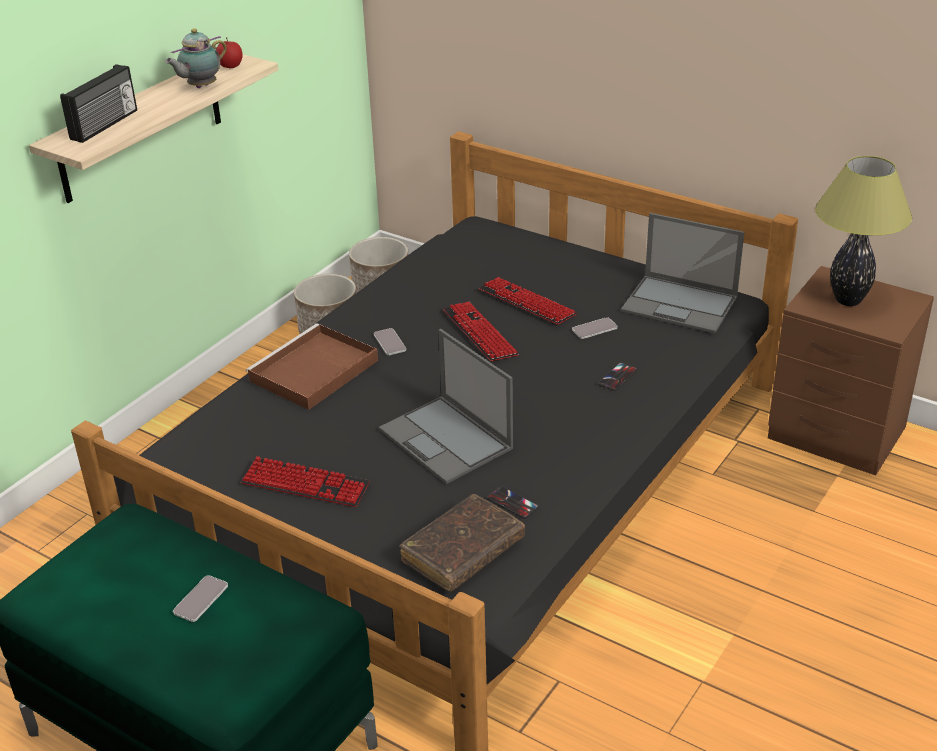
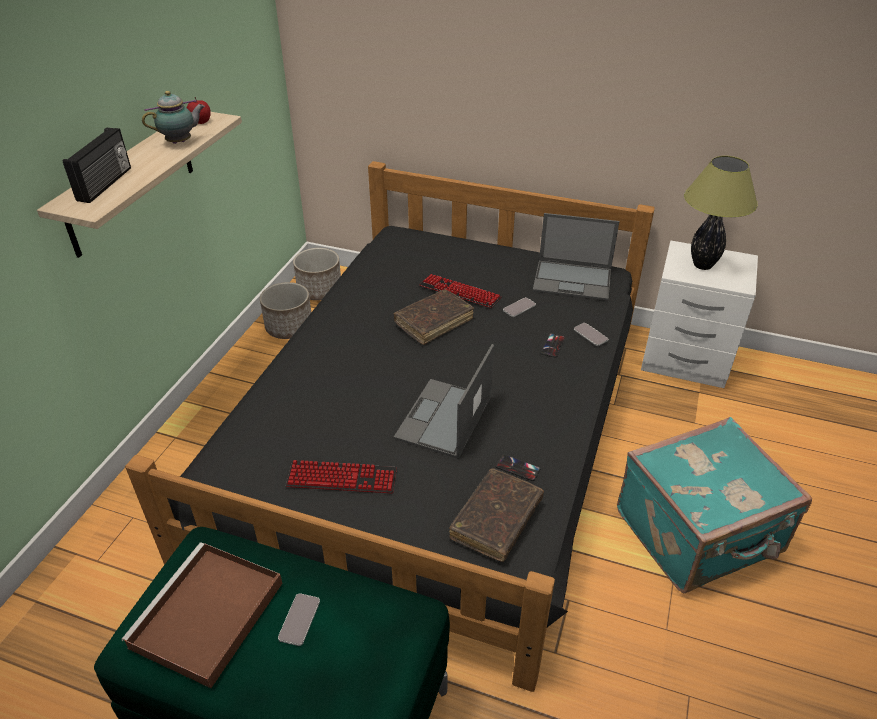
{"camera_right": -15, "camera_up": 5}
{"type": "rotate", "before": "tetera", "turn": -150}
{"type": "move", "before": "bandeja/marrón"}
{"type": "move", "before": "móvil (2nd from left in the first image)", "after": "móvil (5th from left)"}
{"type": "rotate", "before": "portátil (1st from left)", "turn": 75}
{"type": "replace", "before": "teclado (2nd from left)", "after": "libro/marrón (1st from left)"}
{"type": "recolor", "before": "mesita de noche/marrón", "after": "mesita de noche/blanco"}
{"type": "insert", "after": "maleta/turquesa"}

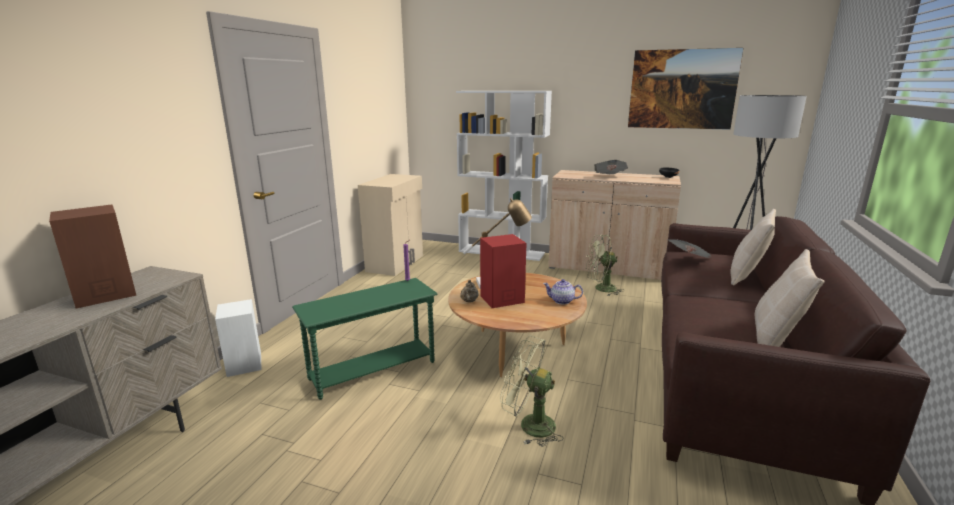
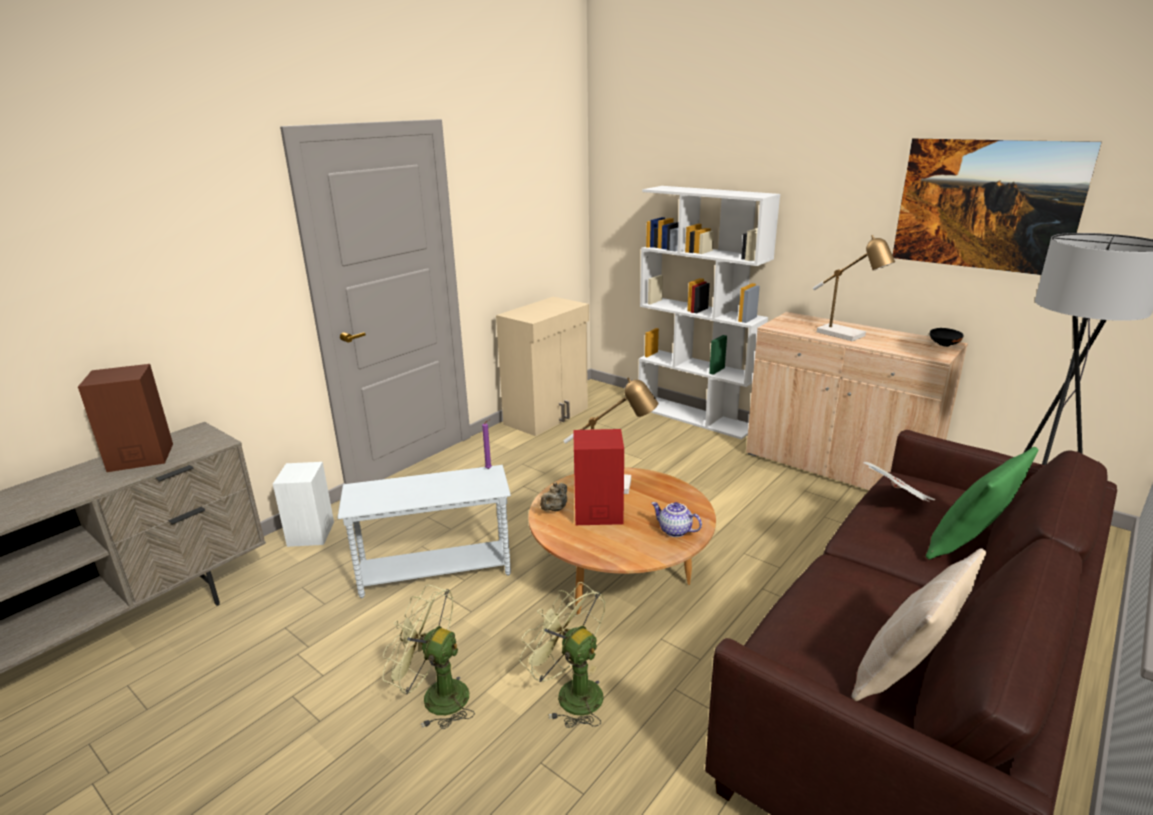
{"camera_right": 20, "camera_up": 5}
{"type": "recolor", "before": "mesa auxiliar/verde", "after": "mesa auxiliar/blanco"}
{"type": "move", "before": "ventilador/verde (2nd from left in the first image)", "after": "ventilador/verde (1st from left)"}
{"type": "replace", "before": "periódico (1st from left)", "after": "lámpara de mesa (2nd from left)"}
{"type": "recolor", "before": "cojín/beis (1st from left)", "after": "cojín/verde"}

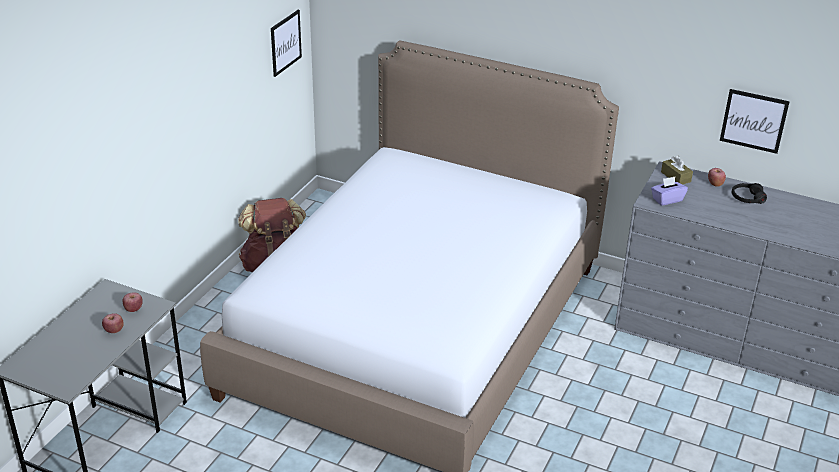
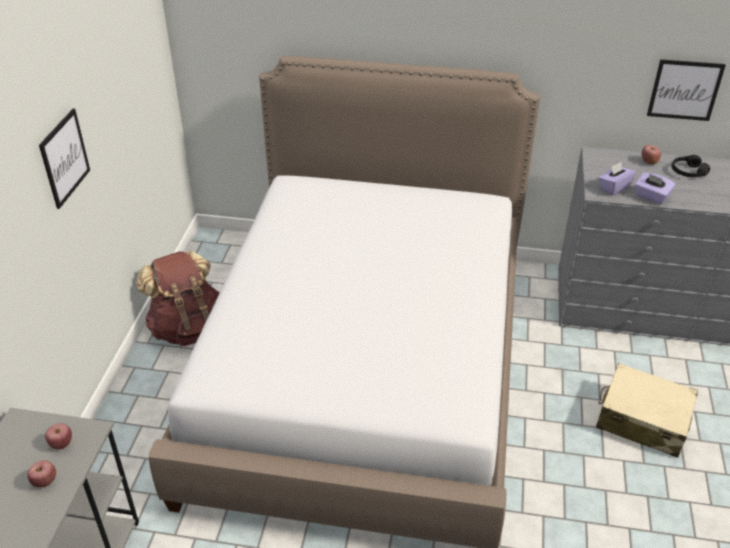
{"camera_right": -15, "camera_up": 5}
{"type": "move", "before": "cuadro (1st from left)"}
{"type": "delete", "before": "caja de pañuelos/marrón"}
{"type": "insert", "after": "maleta/beis"}
{"type": "insert", "after": "caja de pañuelos/morado (2nd from left)"}

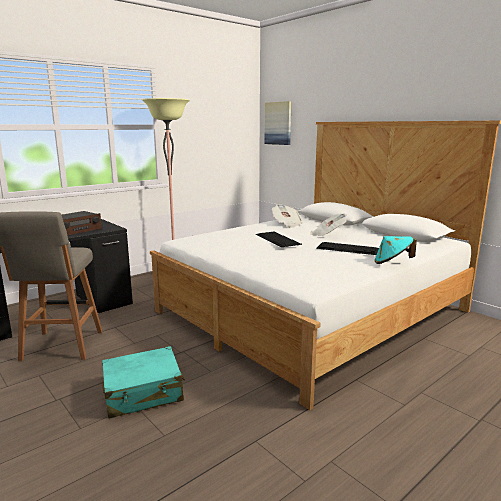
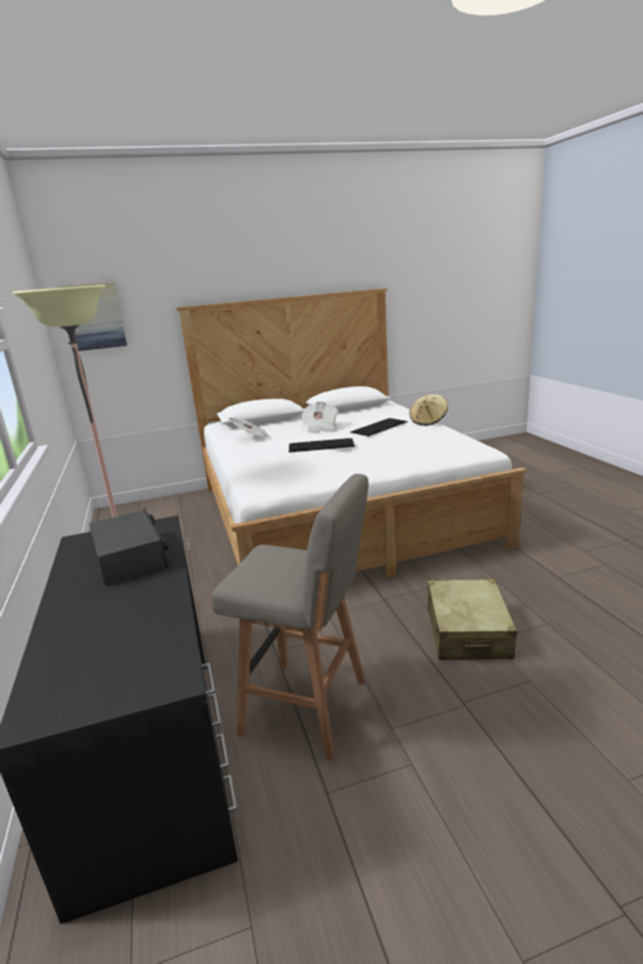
{"camera_right": -65, "camera_up": 5}
{"type": "recolor", "before": "maleta/turquesa", "after": "maleta/beis"}
{"type": "recolor", "before": "sombrero/turquesa", "after": "sombrero/beis"}

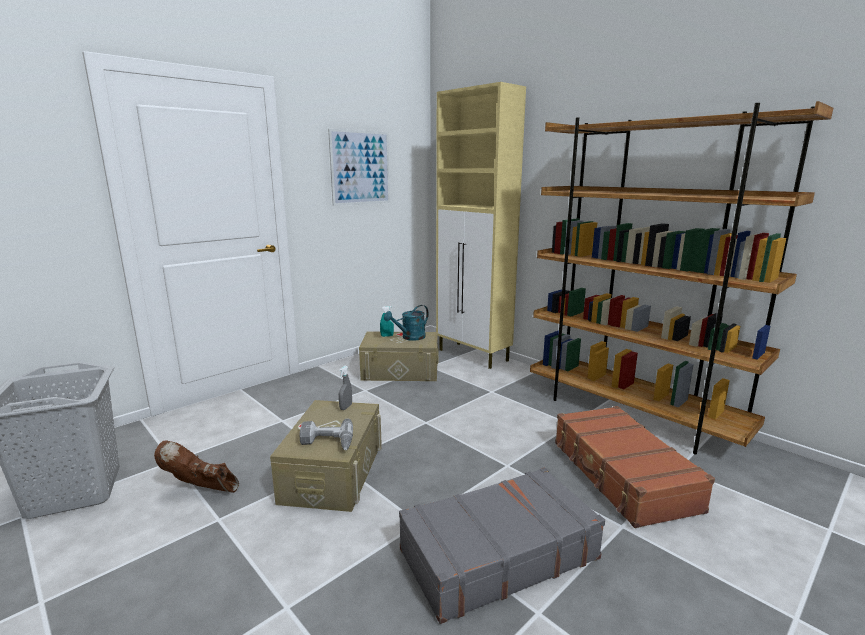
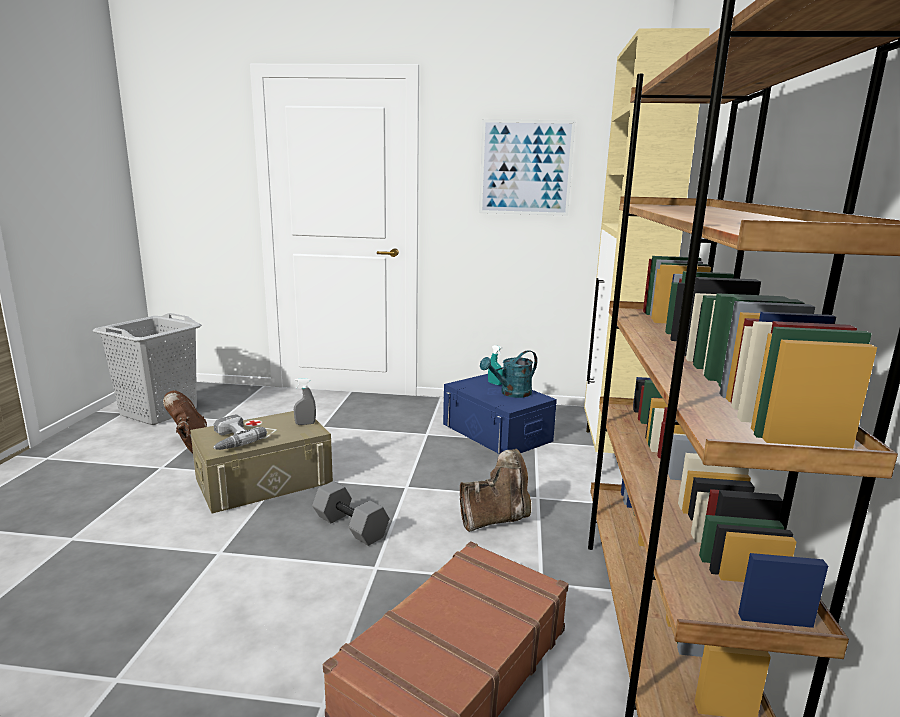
{"camera_right": 50, "camera_up": 0}
{"type": "recolor", "before": "caja de almacenaje/beis (2nd from left)", "after": "caja de almacenaje/azul"}
{"type": "rotate", "before": "regadera/turquesa", "turn": -45}
{"type": "delete", "before": "maleta/gris"}
{"type": "insert", "after": "mancuerna/gris"}
{"type": "insert", "after": "bota/marrón (2nd from left)"}

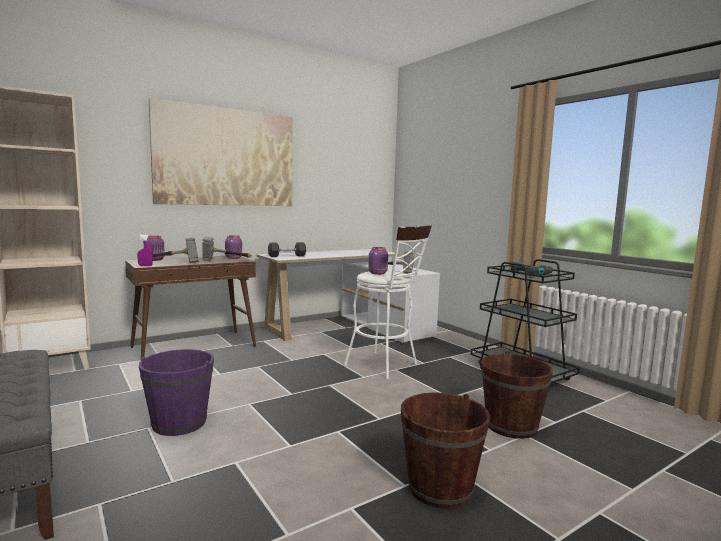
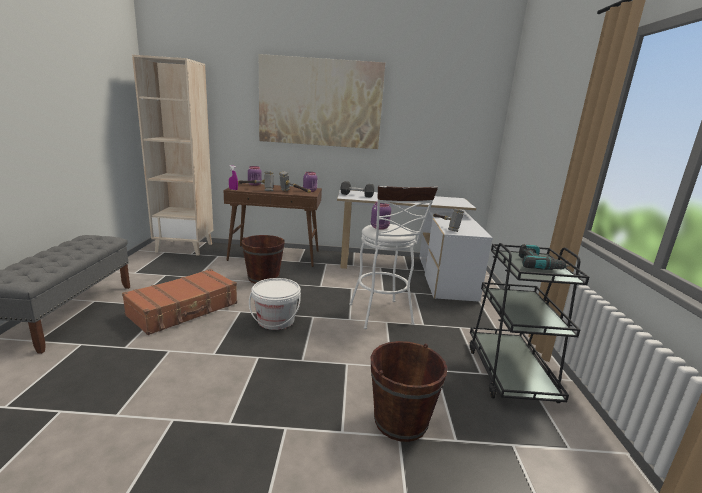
{"camera_right": 35, "camera_up": 10}
{"type": "replace", "before": "cubo/morado", "after": "maleta/marrón"}
{"type": "move", "before": "cubo/marrón (1st from left)"}
{"type": "insert", "after": "cubo/blanco"}

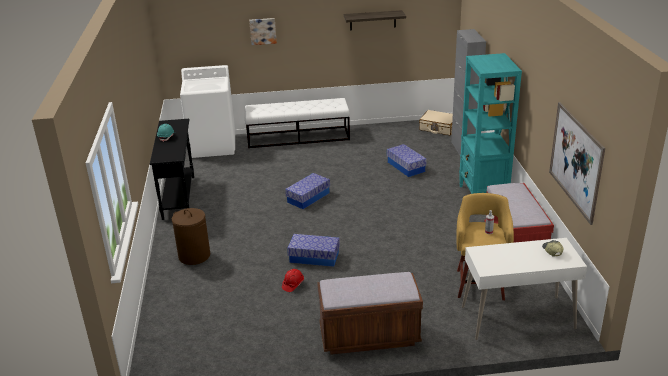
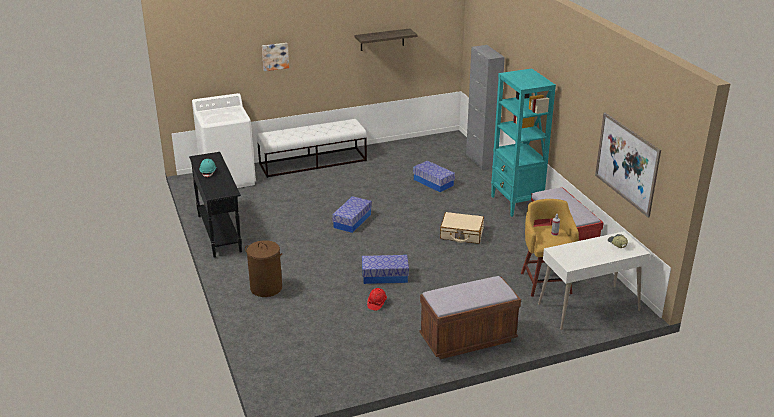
{"camera_right": -15, "camera_up": 0}
{"type": "move", "before": "maleta/beis"}

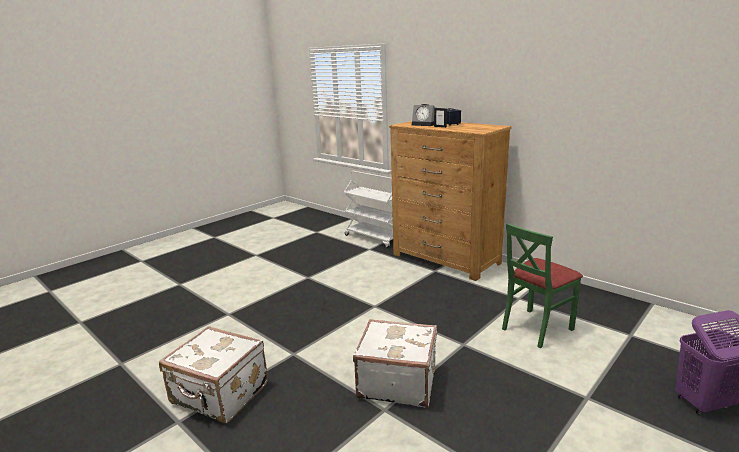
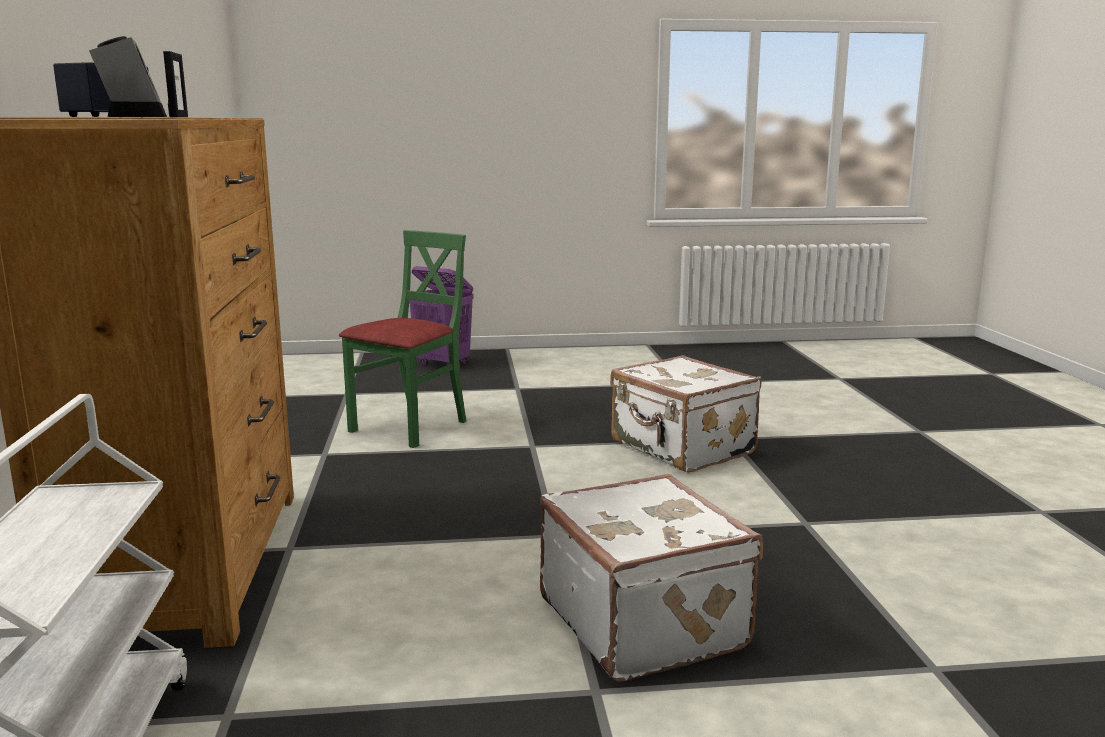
{"camera_right": -140, "camera_up": -5}
{"type": "move", "before": "maleta/blanco (1st from left)"}
{"type": "rotate", "before": "silla/verde", "turn": -60}

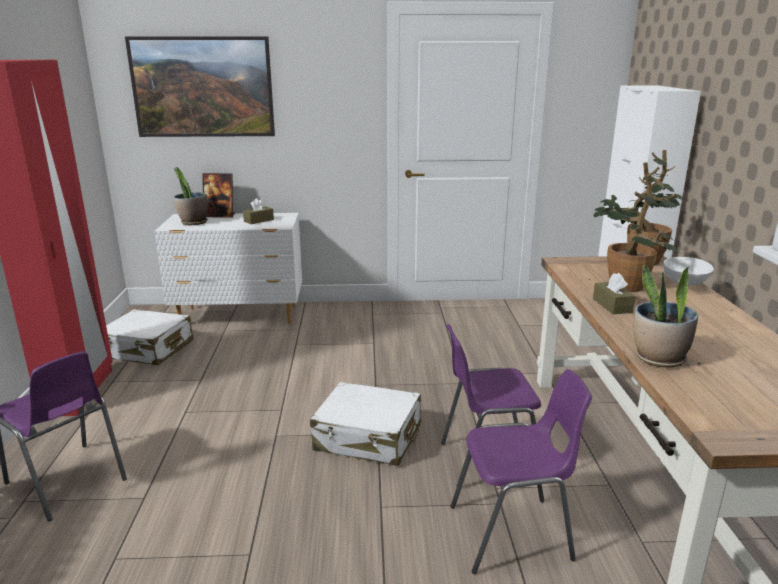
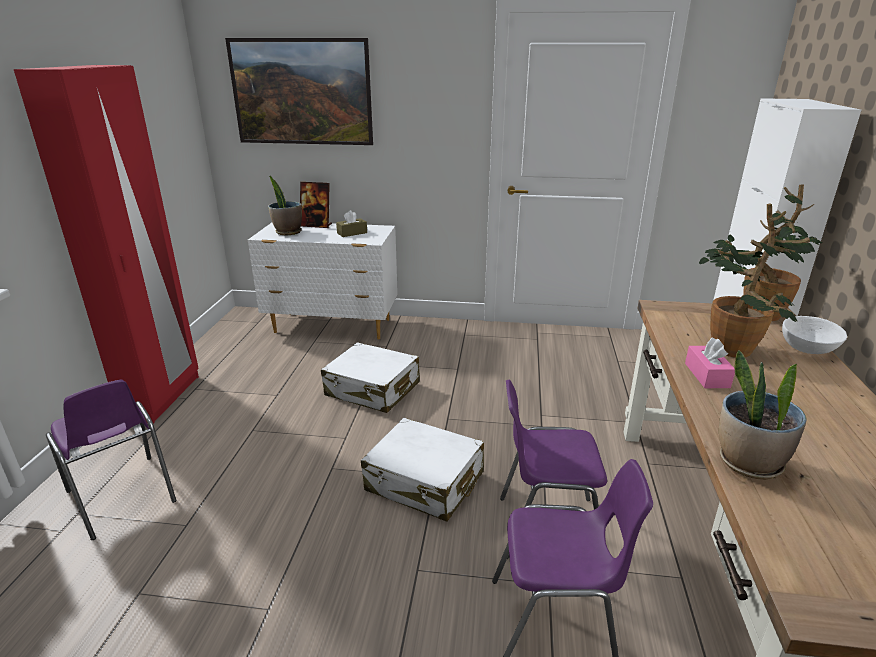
{"camera_right": 10, "camera_up": 5}
{"type": "move", "before": "maleta/blanco (1st from left)"}
{"type": "recolor", "before": "caja de pañuelos/marrón (2nd from left)", "after": "caja de pañuelos/rosa"}

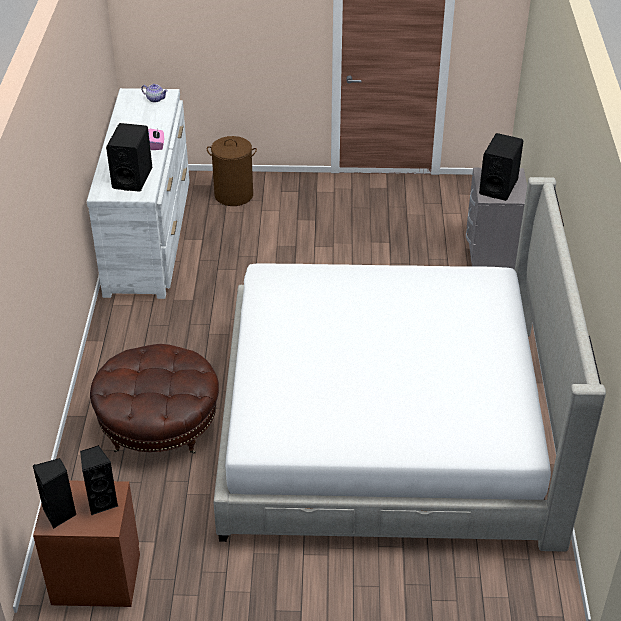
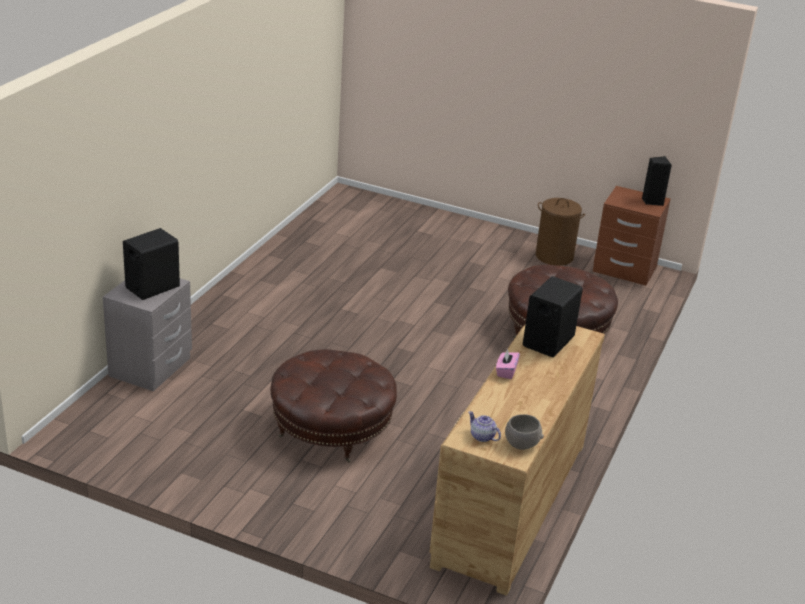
{"camera_right": -160, "camera_up": -10}
{"type": "delete", "before": "altavoz/negro (2nd from left)"}
{"type": "recolor", "before": "cómoda/blanco", "after": "cómoda/marrón"}
{"type": "move", "before": "cesto de la ropa/marrón"}
{"type": "delete", "before": "cama"}
{"type": "insert", "after": "puf/marrón (1st from left)"}
{"type": "insert", "after": "cuenco/gris"}

